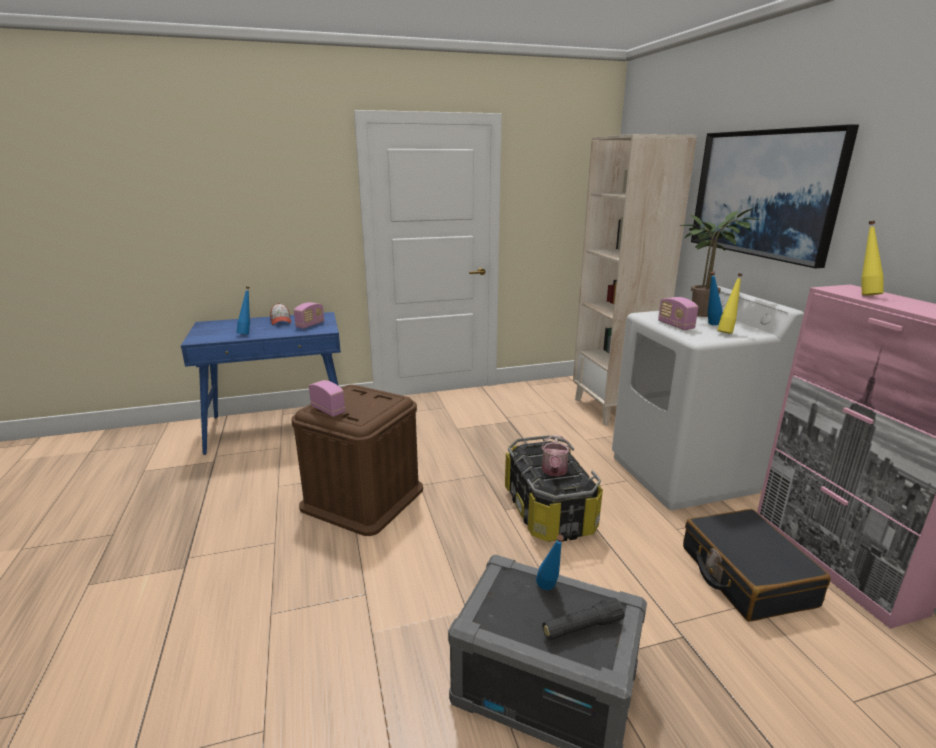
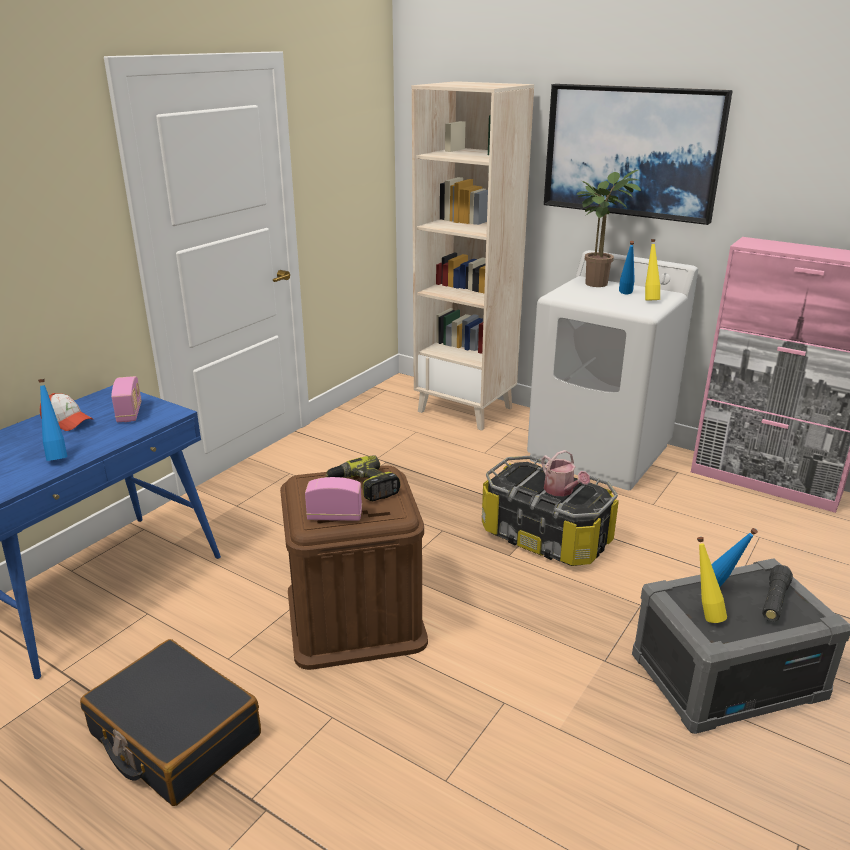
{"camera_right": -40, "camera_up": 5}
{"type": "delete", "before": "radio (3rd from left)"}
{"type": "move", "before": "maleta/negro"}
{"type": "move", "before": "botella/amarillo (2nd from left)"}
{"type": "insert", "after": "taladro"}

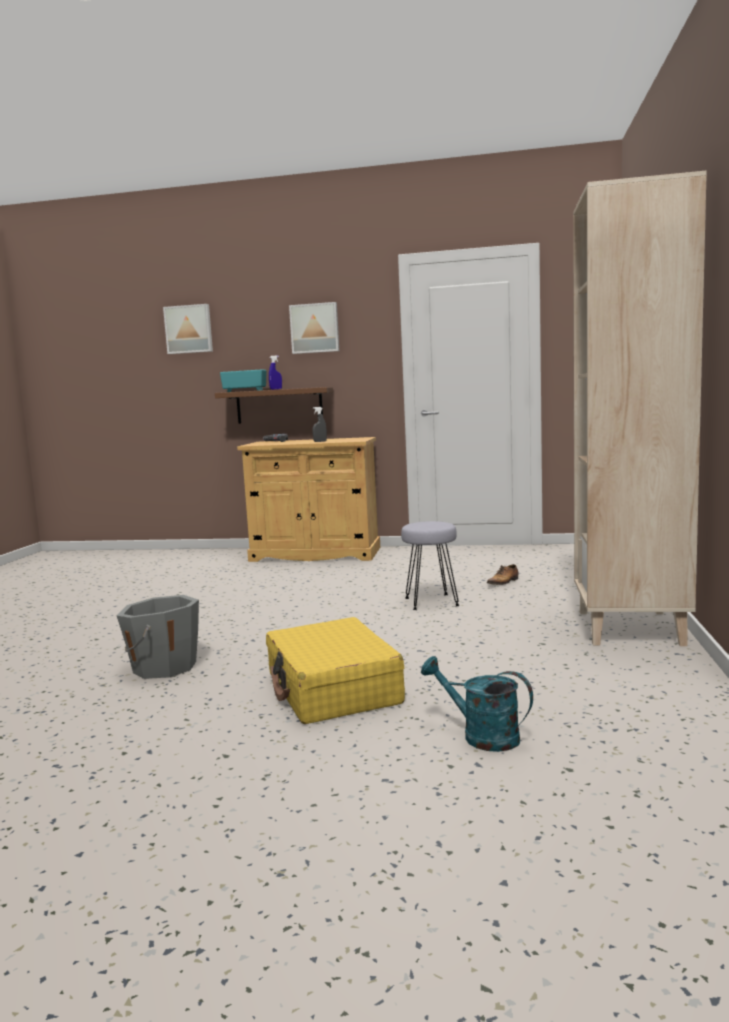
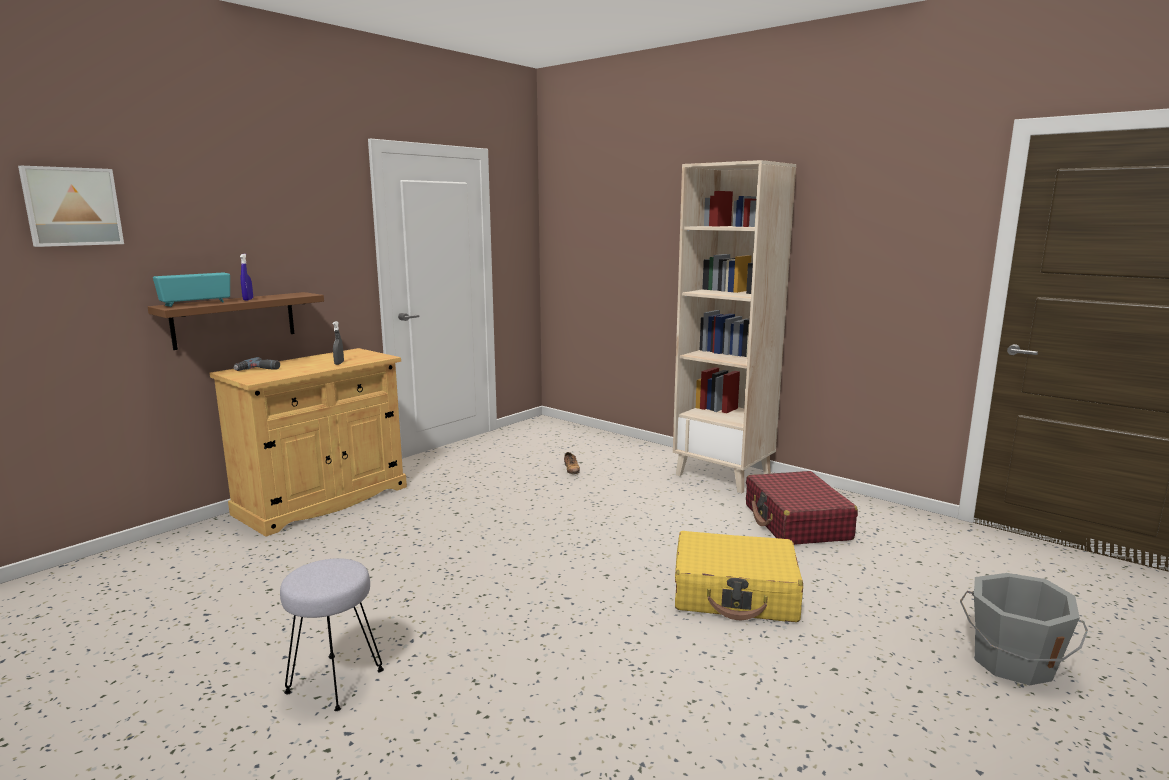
{"camera_right": -60, "camera_up": 5}
{"type": "move", "before": "cubo/gris"}
{"type": "delete", "before": "cuadro (2nd from left)"}
{"type": "move", "before": "taburete/gris"}
{"type": "delete", "before": "regadera/turquesa"}
{"type": "insert", "after": "maleta/rojo"}

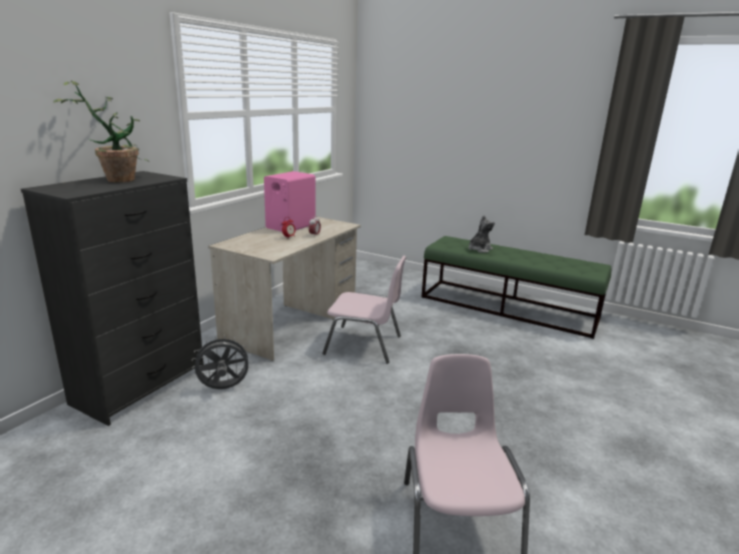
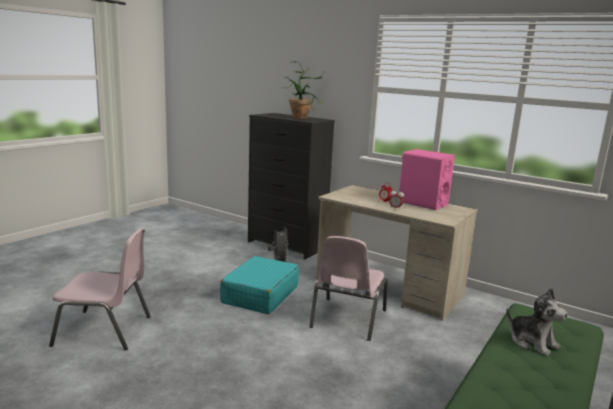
{"camera_right": 95, "camera_up": -5}
{"type": "insert", "after": "maleta/turquesa"}

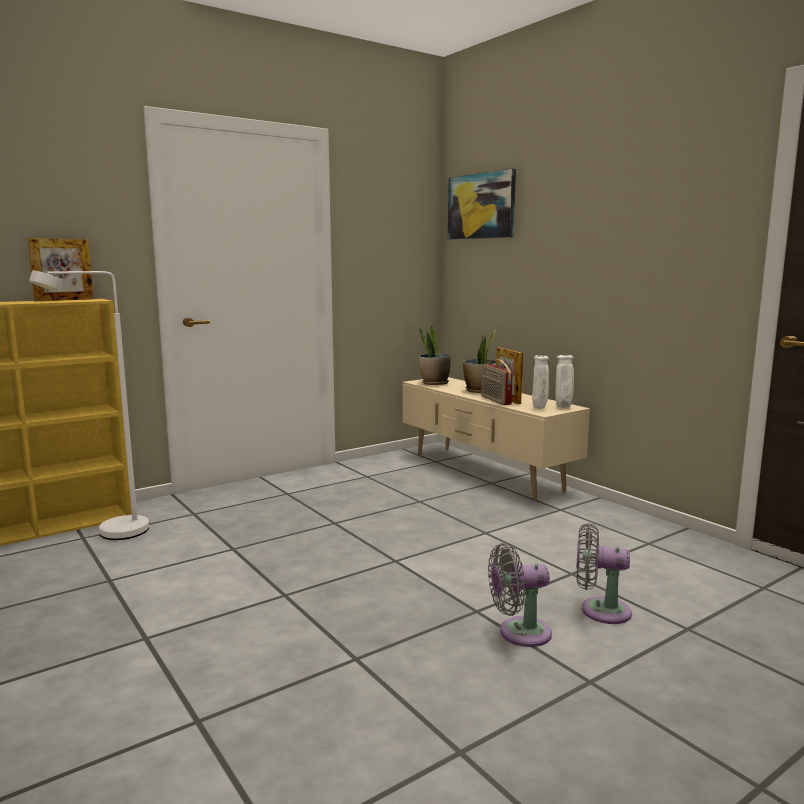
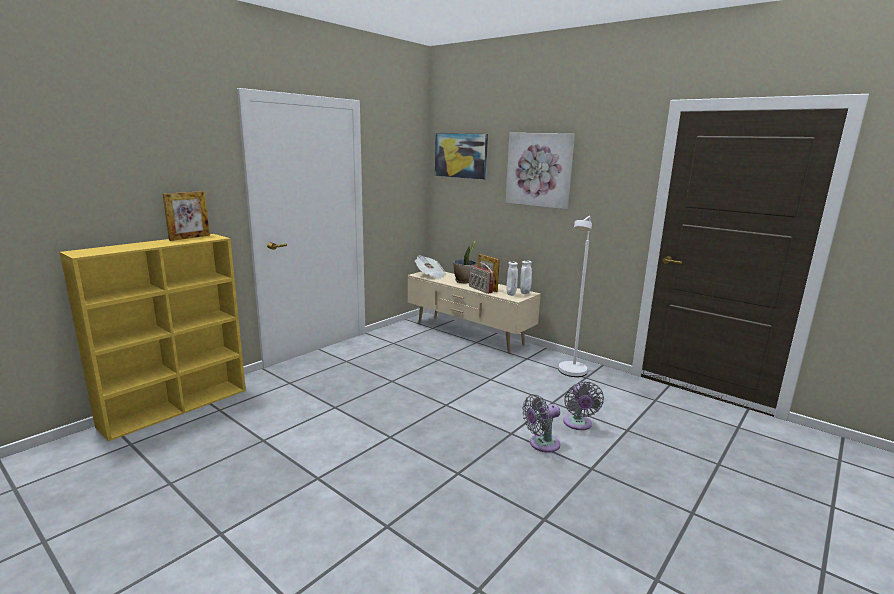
{"camera_right": -15, "camera_up": 5}
{"type": "move", "before": "lámpara de pie/blanco"}
{"type": "replace", "before": "planta en maceta (1st from left)", "after": "periódico"}
{"type": "rotate", "before": "ventilador/gris (2nd from left)", "turn": -90}
{"type": "insert", "after": "cuadro (2nd from left)"}

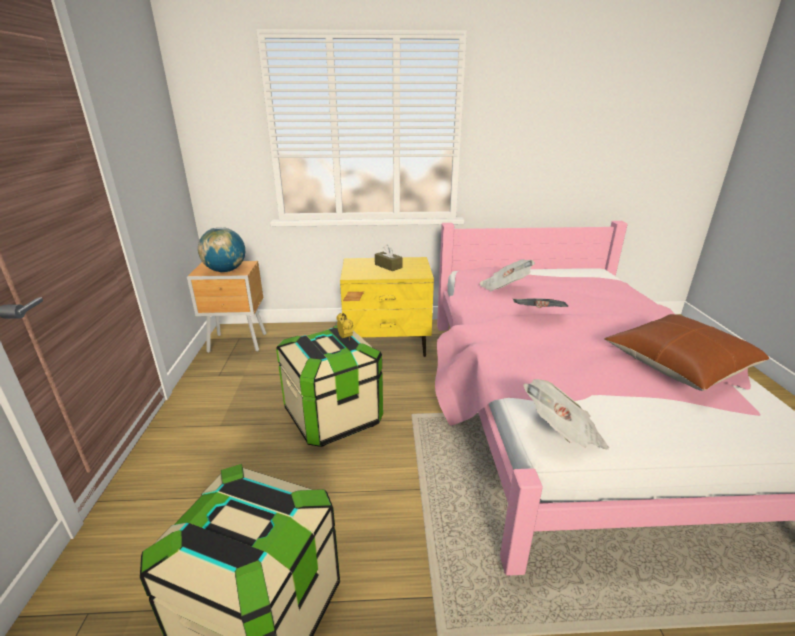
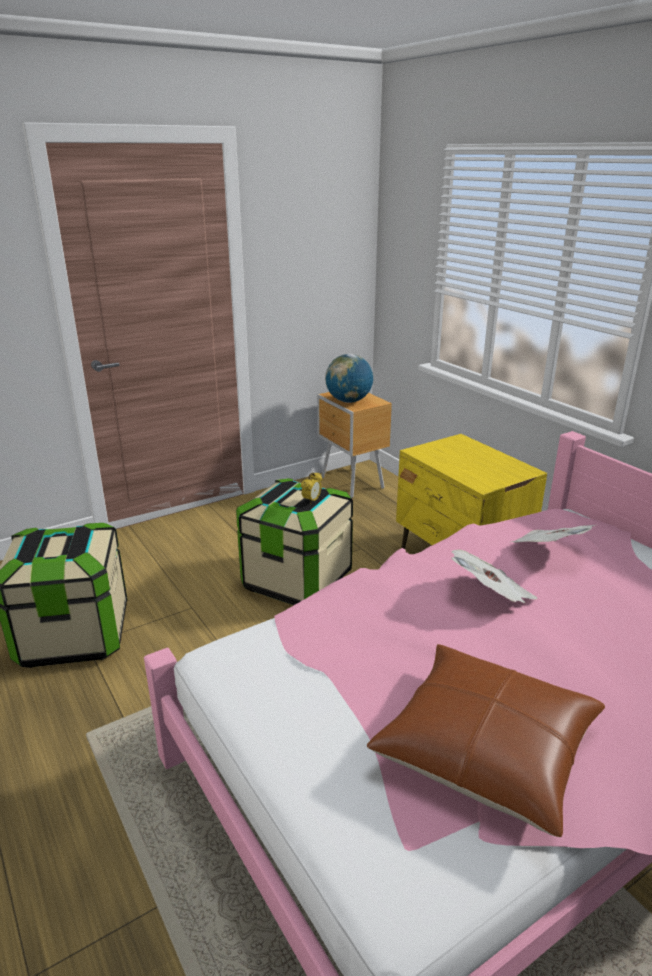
{"camera_right": 60, "camera_up": 0}
{"type": "delete", "before": "caja de pañuelos/marrón"}
{"type": "delete", "before": "periódico (3rd from left)"}

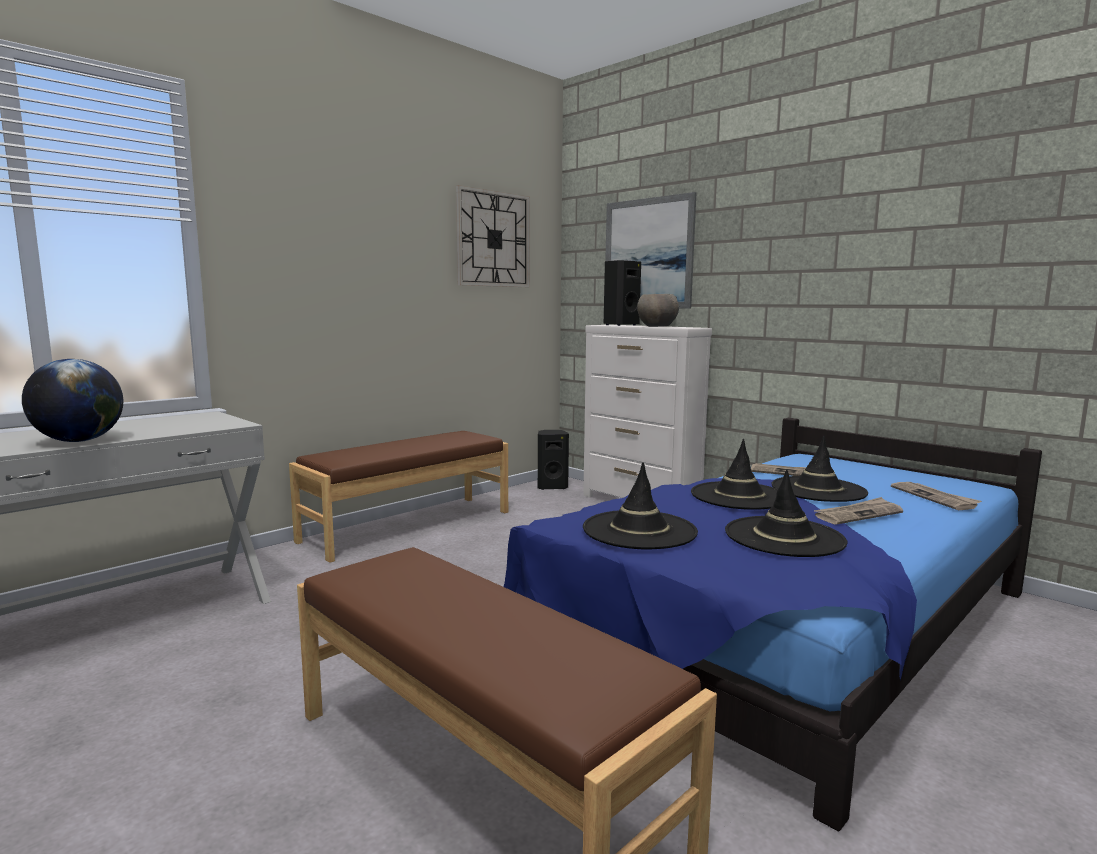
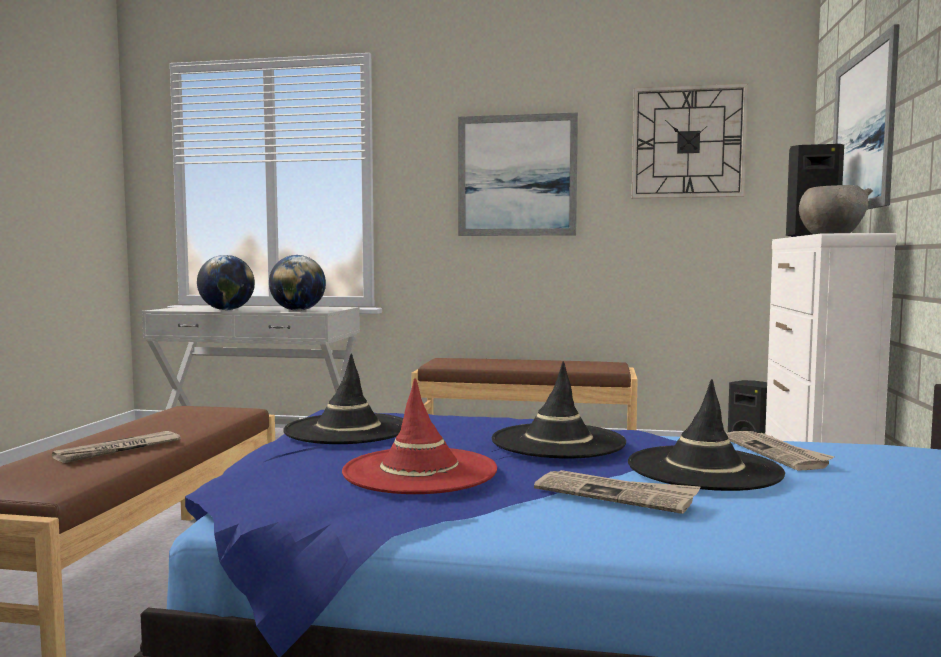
{"camera_right": 55, "camera_up": -5}
{"type": "recolor", "before": "sombrero/negro (3rd from left)", "after": "sombrero/rojo"}
{"type": "move", "before": "periódico (3rd from left in the first image)", "after": "periódico (1st from left)"}
{"type": "insert", "after": "globo terráqueo (2nd from left)"}
{"type": "insert", "after": "cuadro (1st from left)"}

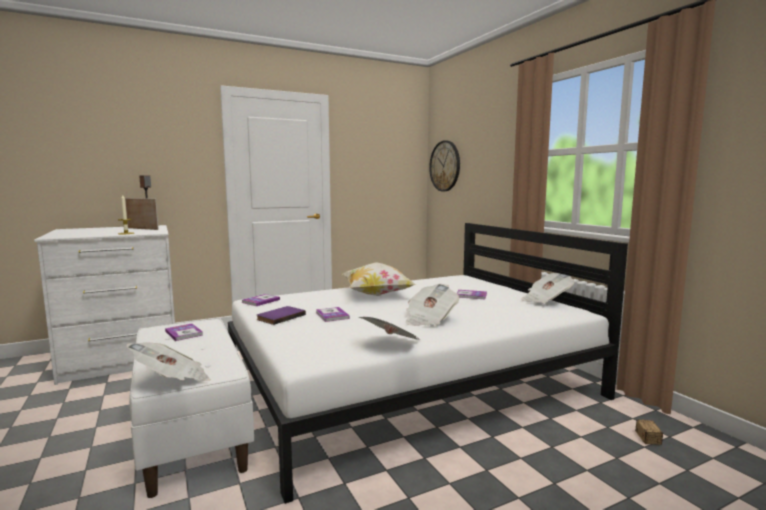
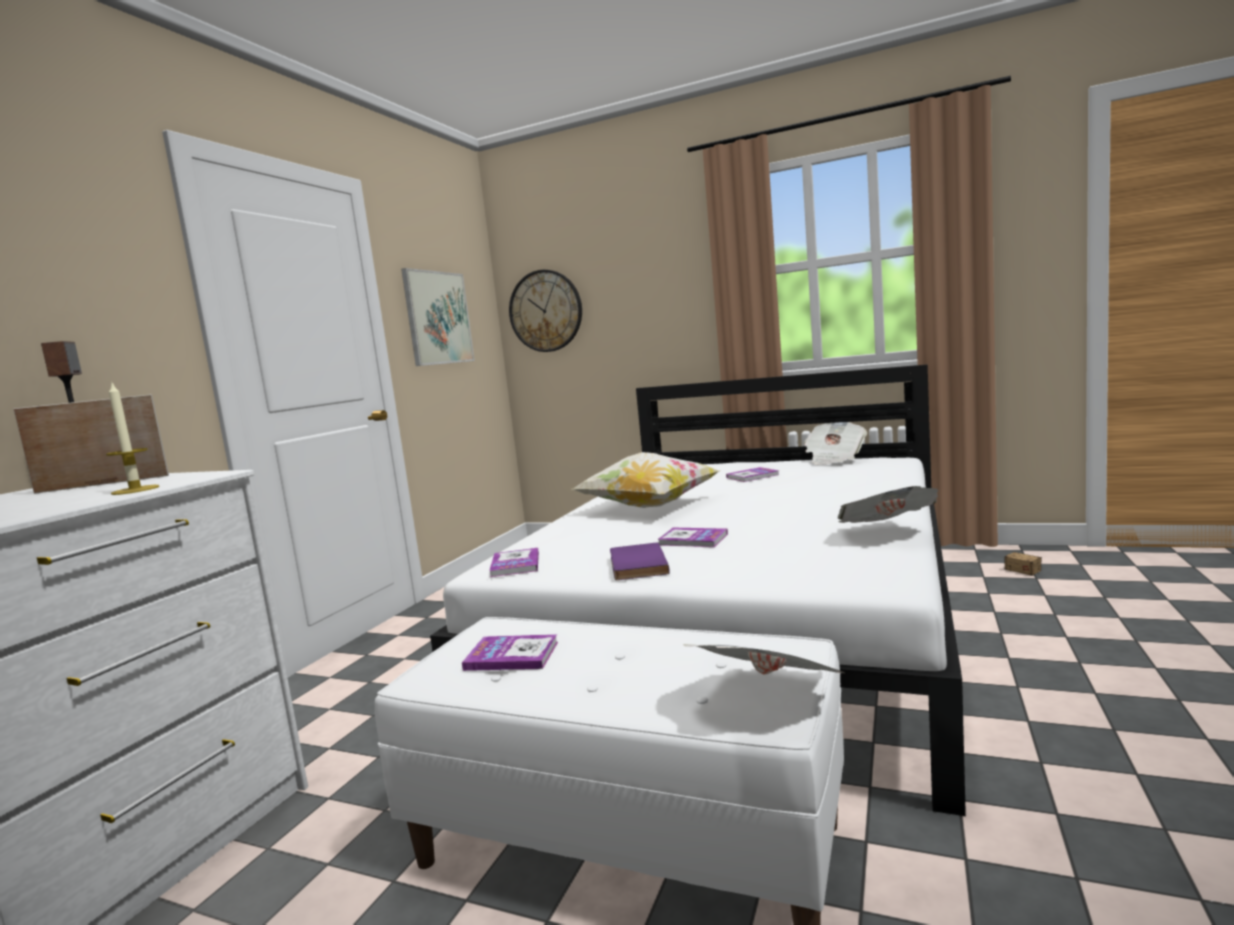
{"camera_right": -40, "camera_up": 0}
{"type": "delete", "before": "periódico (3rd from left)"}
{"type": "insert", "after": "cuadro"}

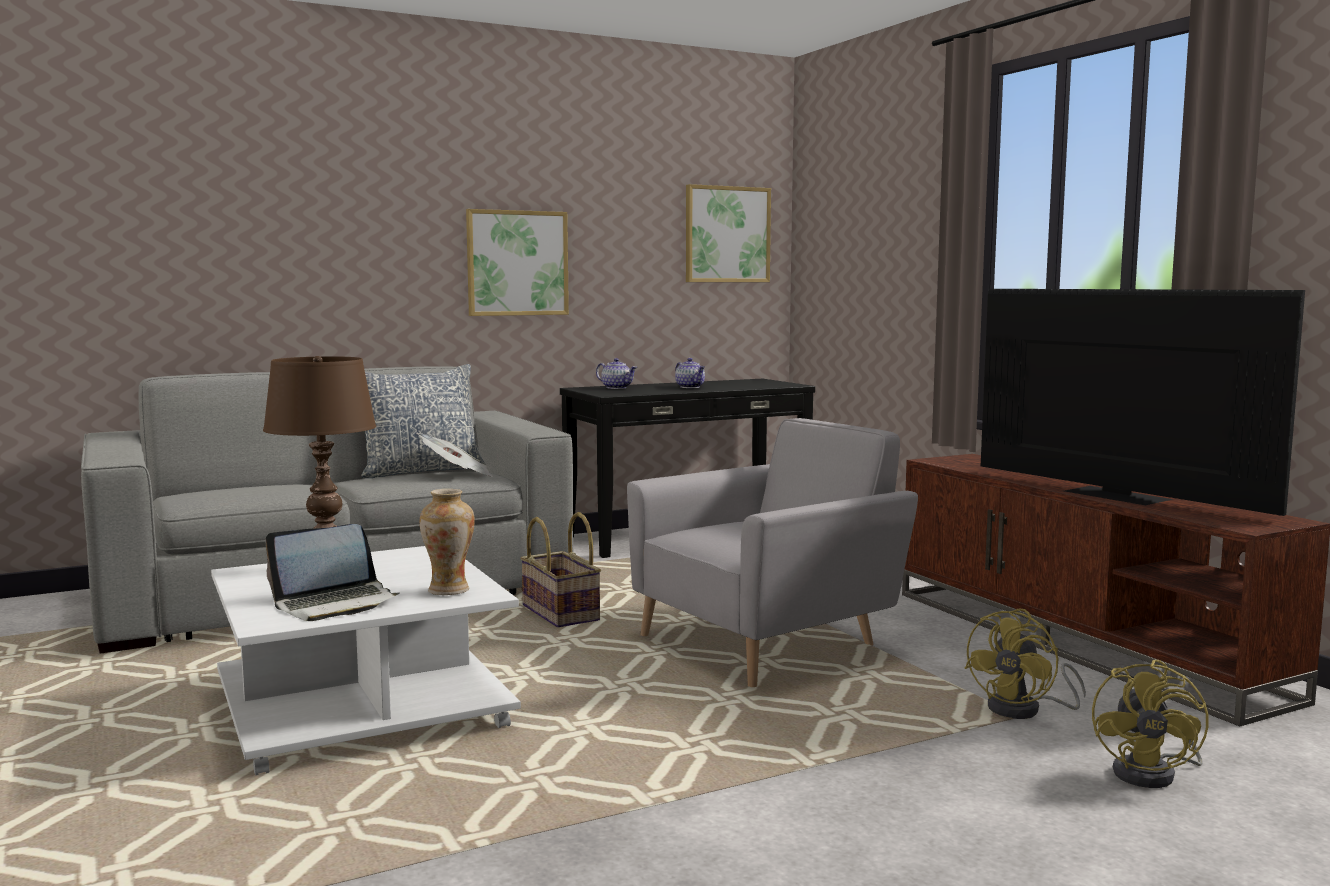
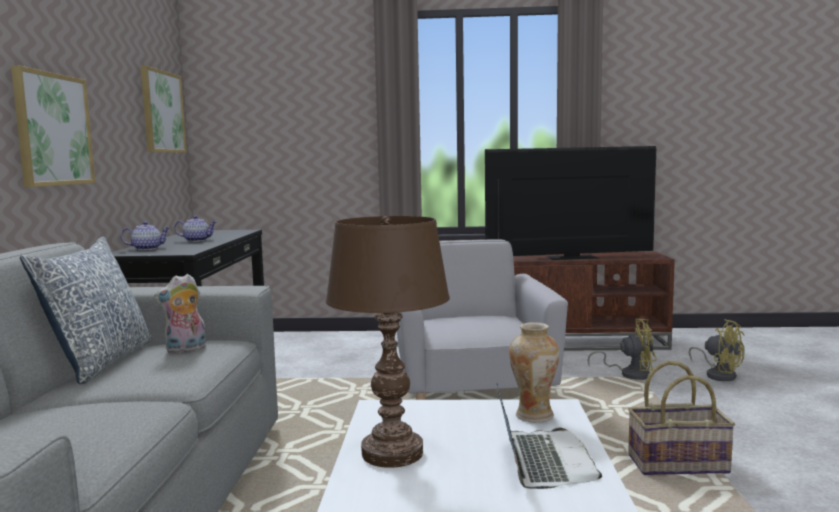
{"camera_right": -60, "camera_up": 0}
{"type": "replace", "before": "periódico", "after": "peluche"}
{"type": "move", "before": "cesta"}
{"type": "rotate", "before": "ventilador/amarillo (1st from left)", "turn": -60}

